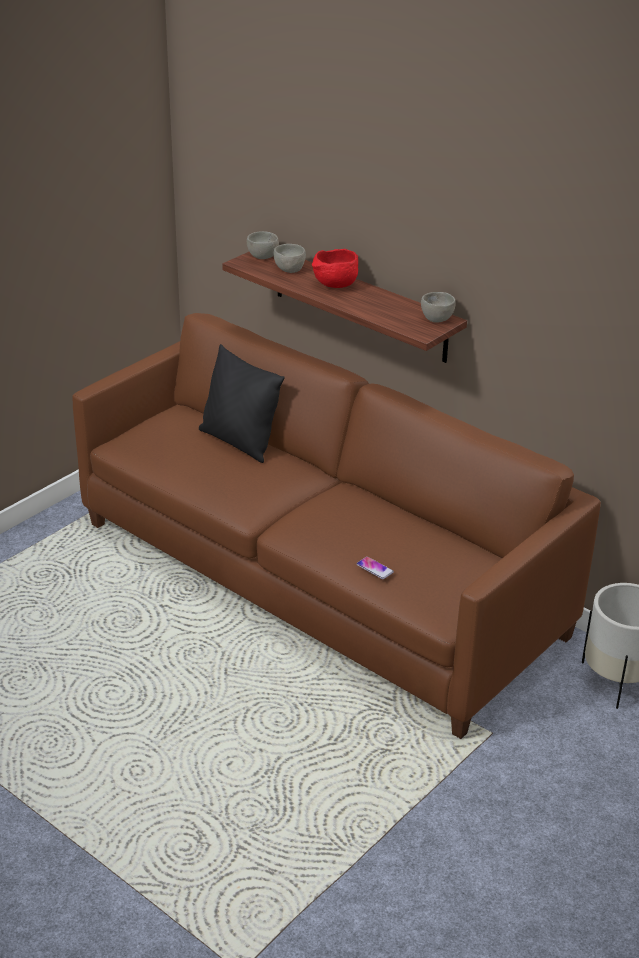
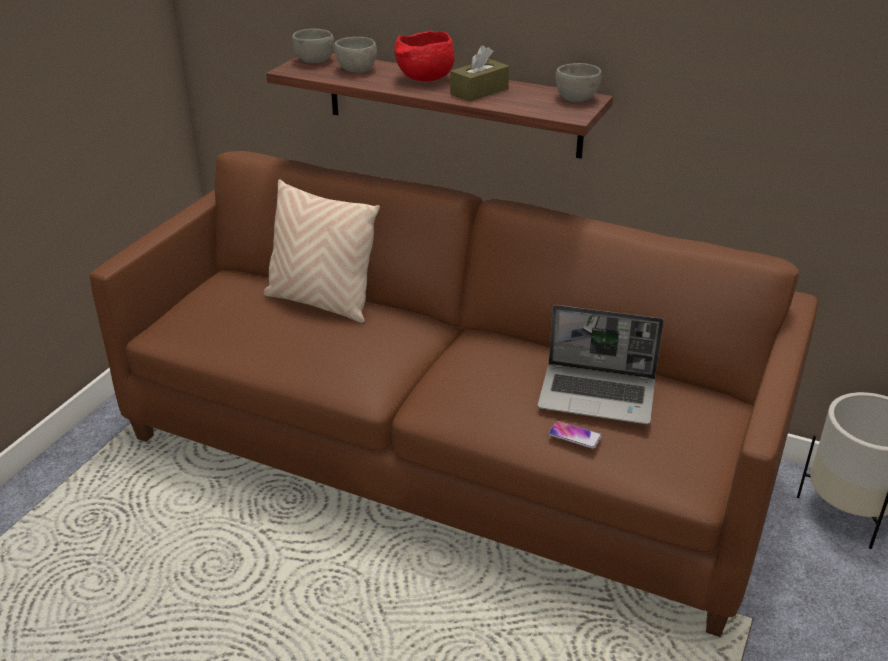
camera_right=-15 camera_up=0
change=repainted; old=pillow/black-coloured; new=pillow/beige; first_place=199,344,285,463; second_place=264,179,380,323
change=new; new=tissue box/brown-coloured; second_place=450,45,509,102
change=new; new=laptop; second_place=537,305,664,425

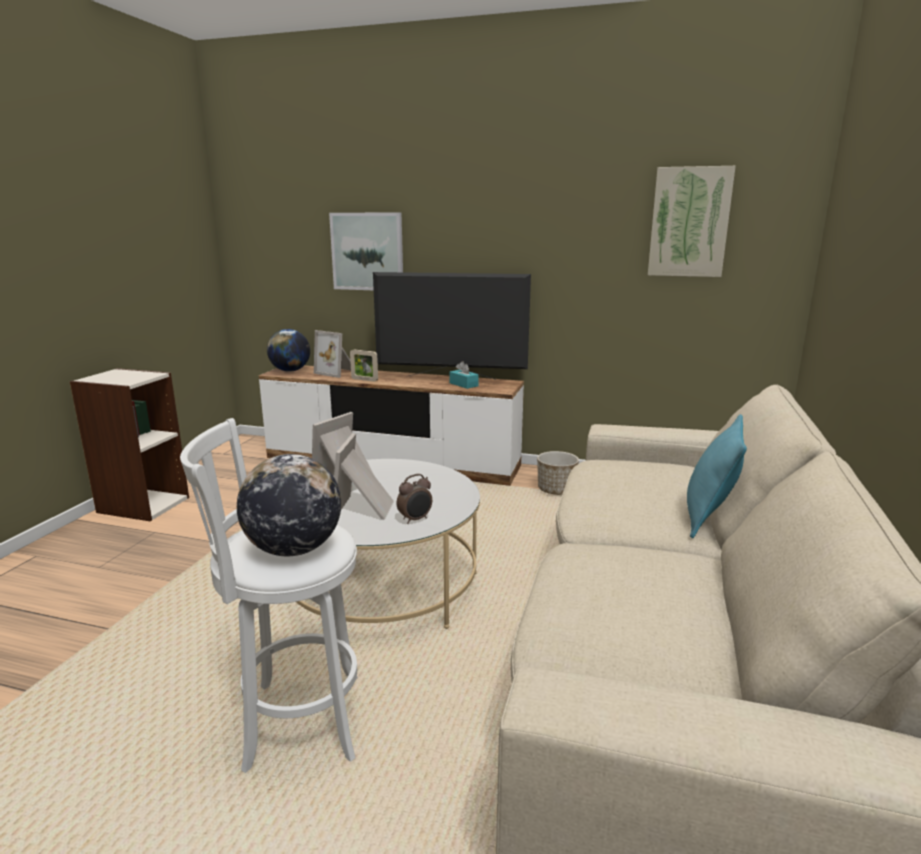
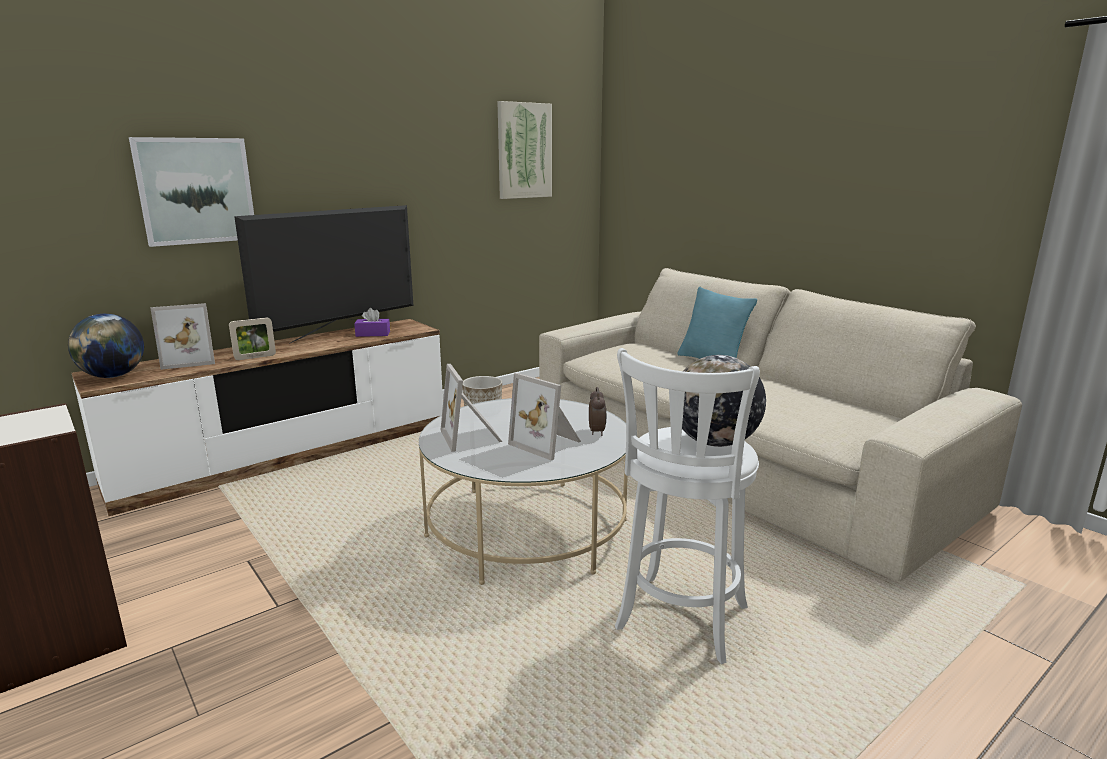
camera_right=-55 camera_up=0
change=repainted; old=tissue box/turquoise-coloured; new=tissue box/purple-coloured; first_place=450,361,479,389; second_place=354,308,390,337

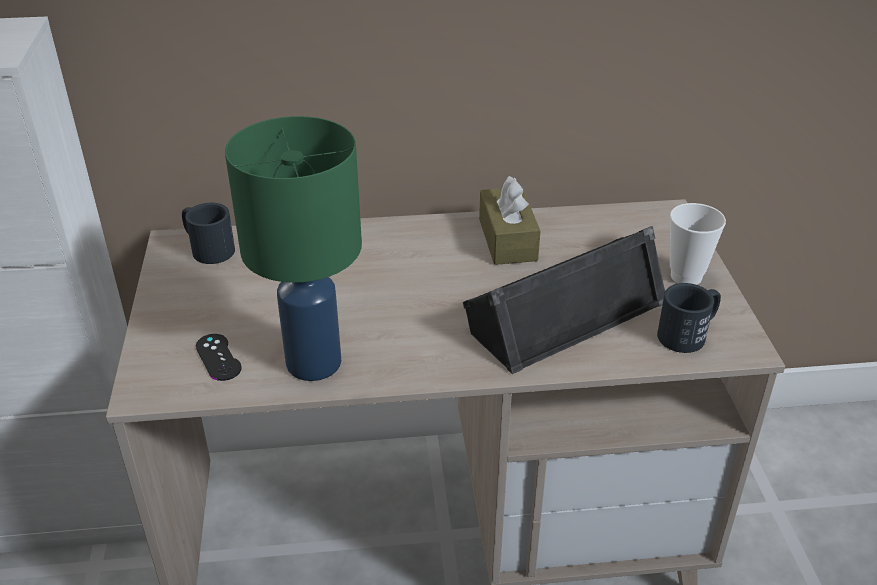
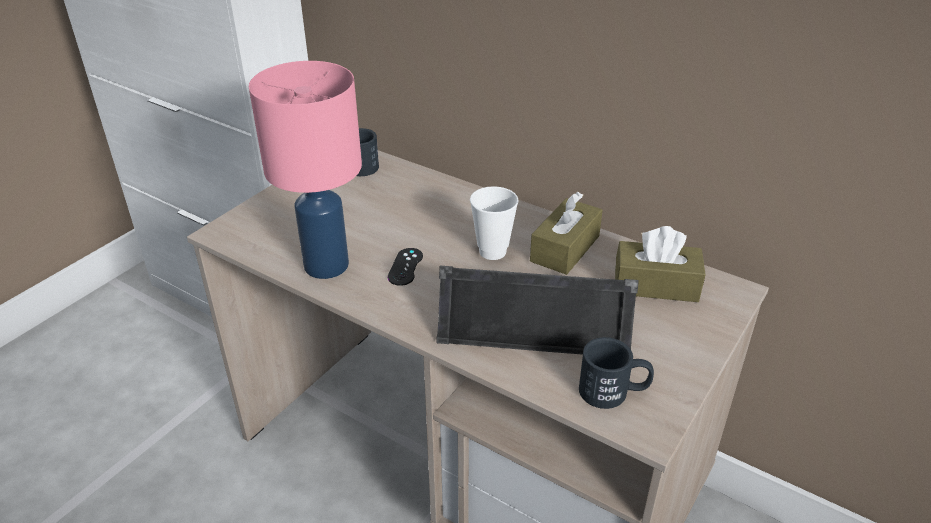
camera_right=40 camera_up=0
change=repainted; old=tabletop lamp/green; new=tabletop lamp/pink; first_place=225,116,362,381; second_place=249,61,362,279
change=shifted; old=gamepad/black-coloured; first_place=196,334,242,381; second_place=388,248,423,286
change=shifted; old=small cup; first_place=670,203,726,285; second_place=470,186,519,260
change=new; new=tissue box/brown-coloured; second_place=615,226,706,302

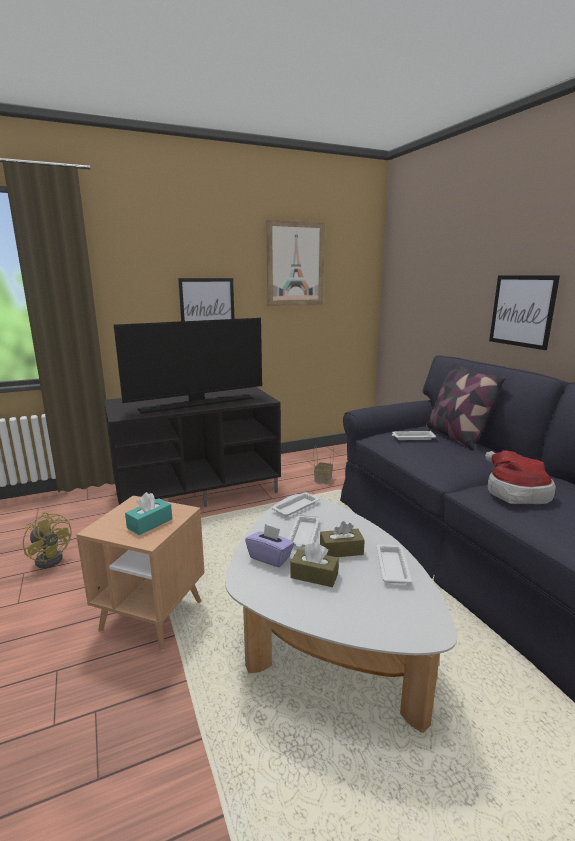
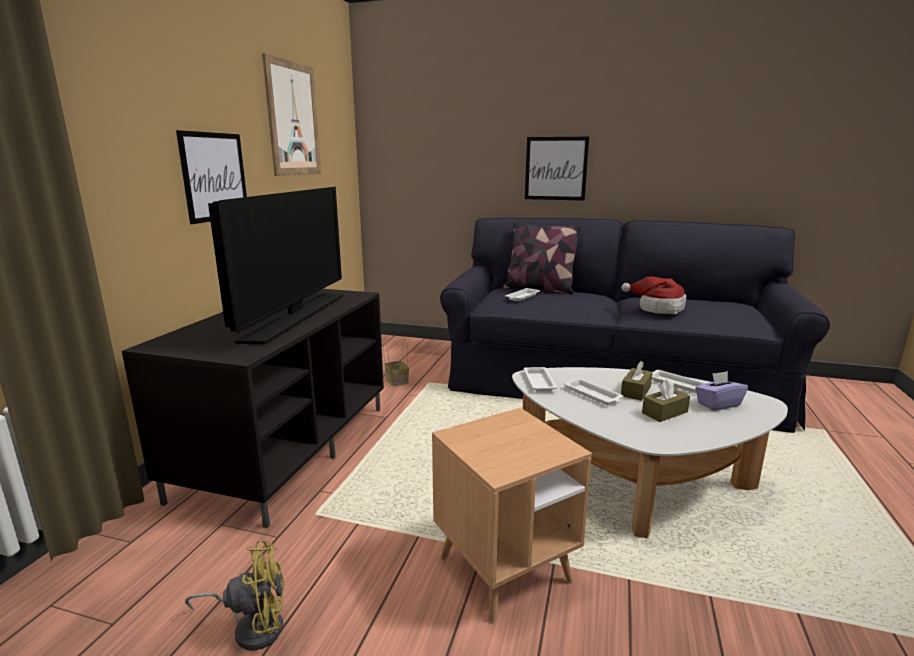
camera_right=-50 camera_up=0
change=shifted; old=tissue box/purple-coloured; first_place=245,524,294,567; second_place=695,371,748,411
change=gone; old=tissue box/turquoise-coloured; first_place=125,492,172,535

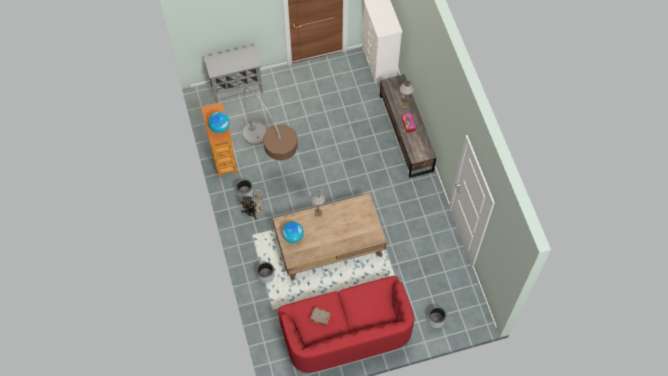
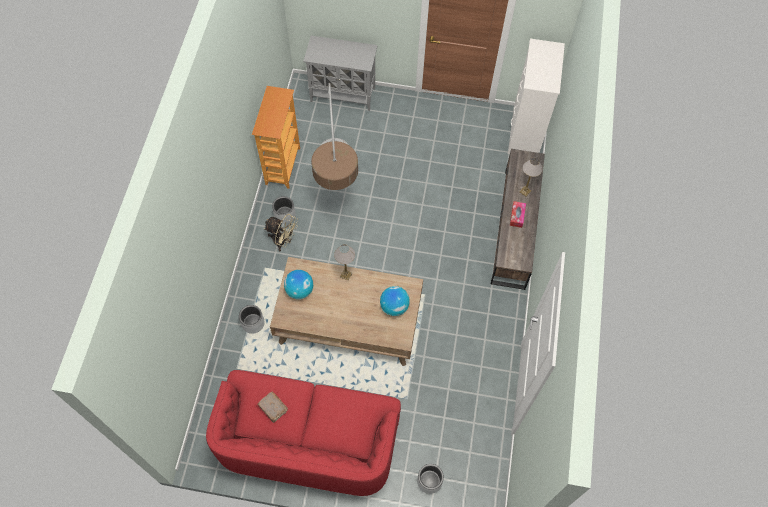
camera_right=25 camera_up=0
change=shifted; old=desk globe; first_place=208,112,230,133; second_place=380,286,410,316

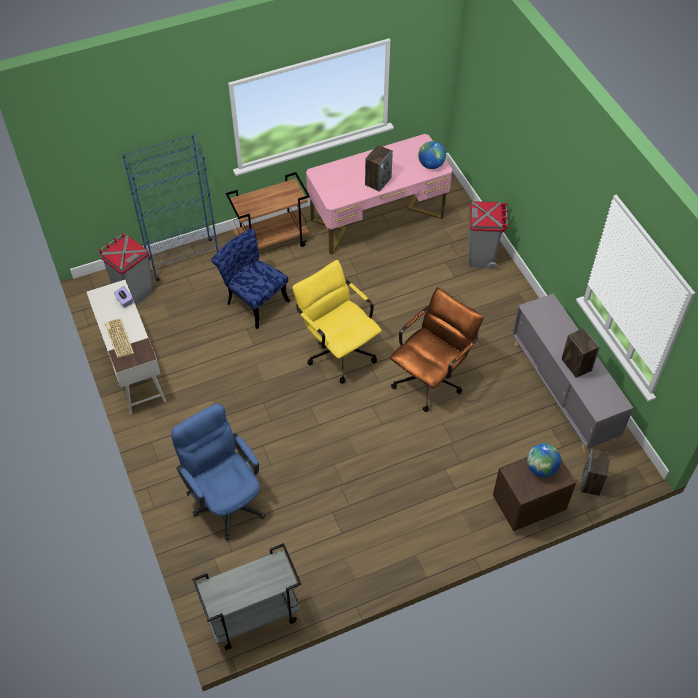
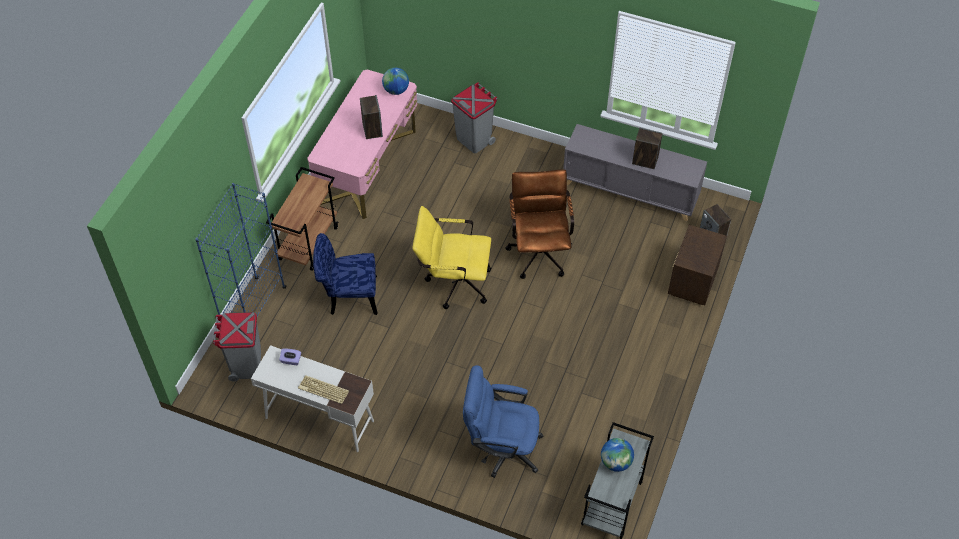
camera_right=-45 camera_up=0
change=shifted; old=desk globe; first_place=527,443,561,477; second_place=601,438,634,472

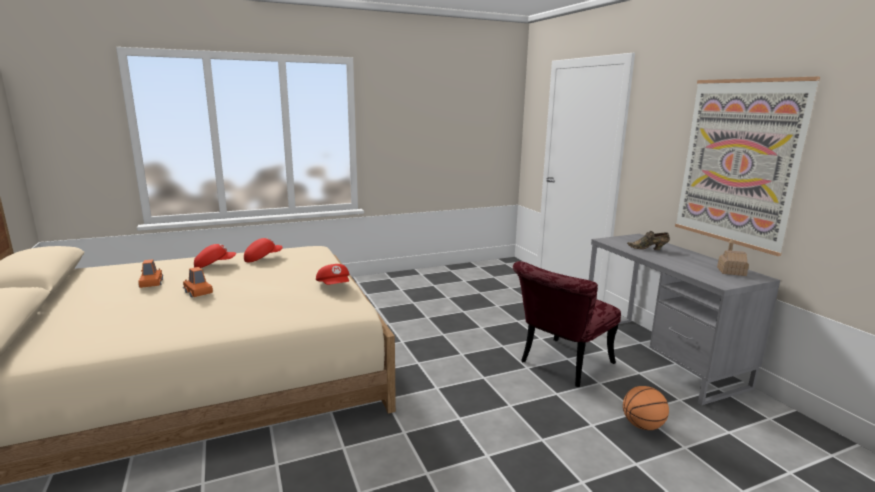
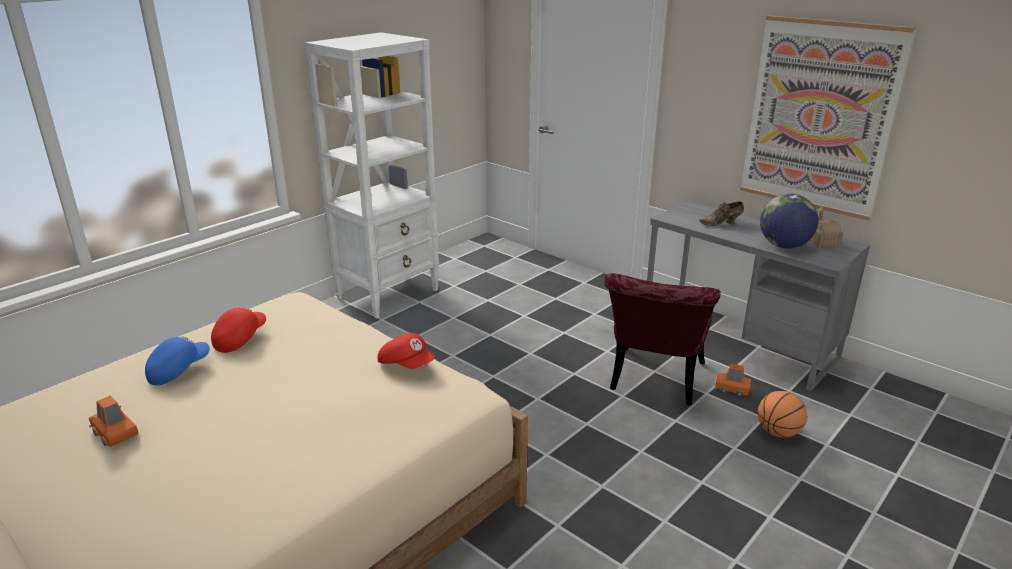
camera_right=-25 camera_up=10
change=repainted; old=cap/red-coloured; new=cap/blue; first_place=194,244,236,268; second_place=145,336,210,385
change=new; new=shelving unit/white; second_place=305,32,439,318
change=shifted; old=miniature car/orange; first_place=183,267,213,297; second_place=714,364,751,396
change=new; new=desk globe; second_place=760,194,818,248

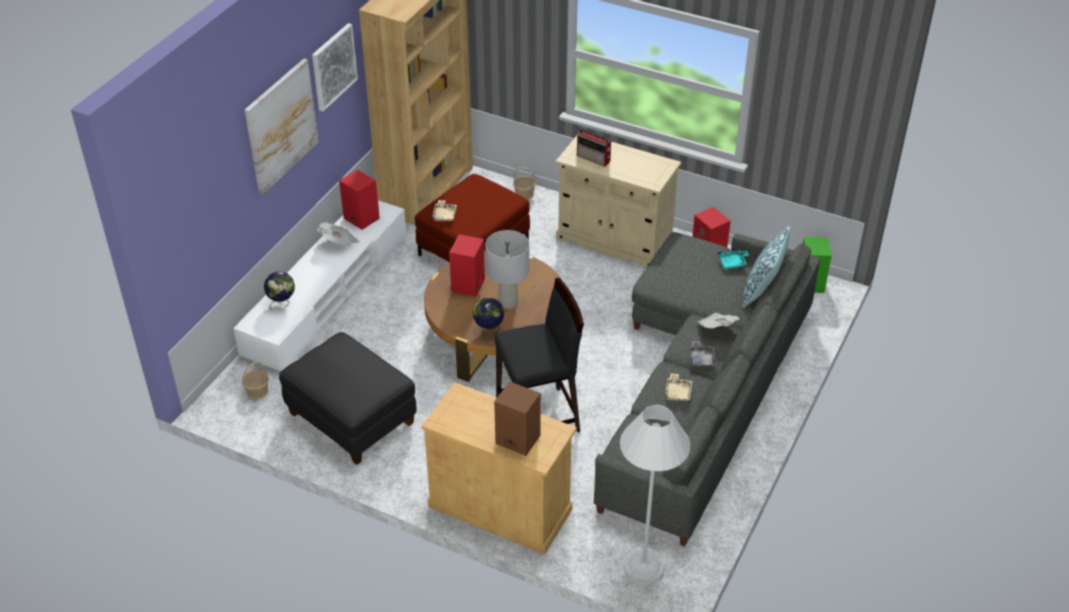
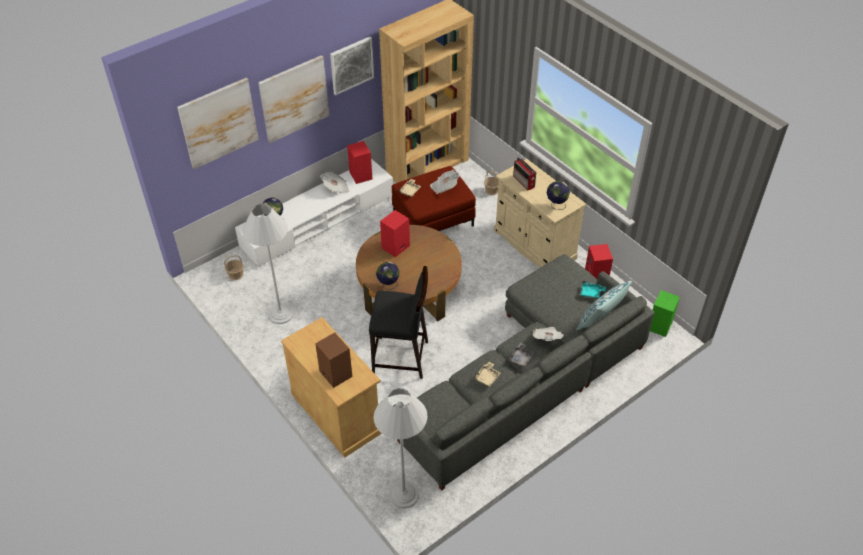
camera_right=25 camera_up=5
change=new; new=wall picture; second_place=177,78,259,169
change=swapped; old=pouffe/black-coloured; new=floor lamp/white; first_place=279,332,417,465; second_place=243,204,294,324
change=new; new=newspaper; second_place=430,170,460,194
change=new; new=desk globe; second_place=547,181,570,210
change=gone; old=tabletop lamp/greyish; first_place=485,230,529,309

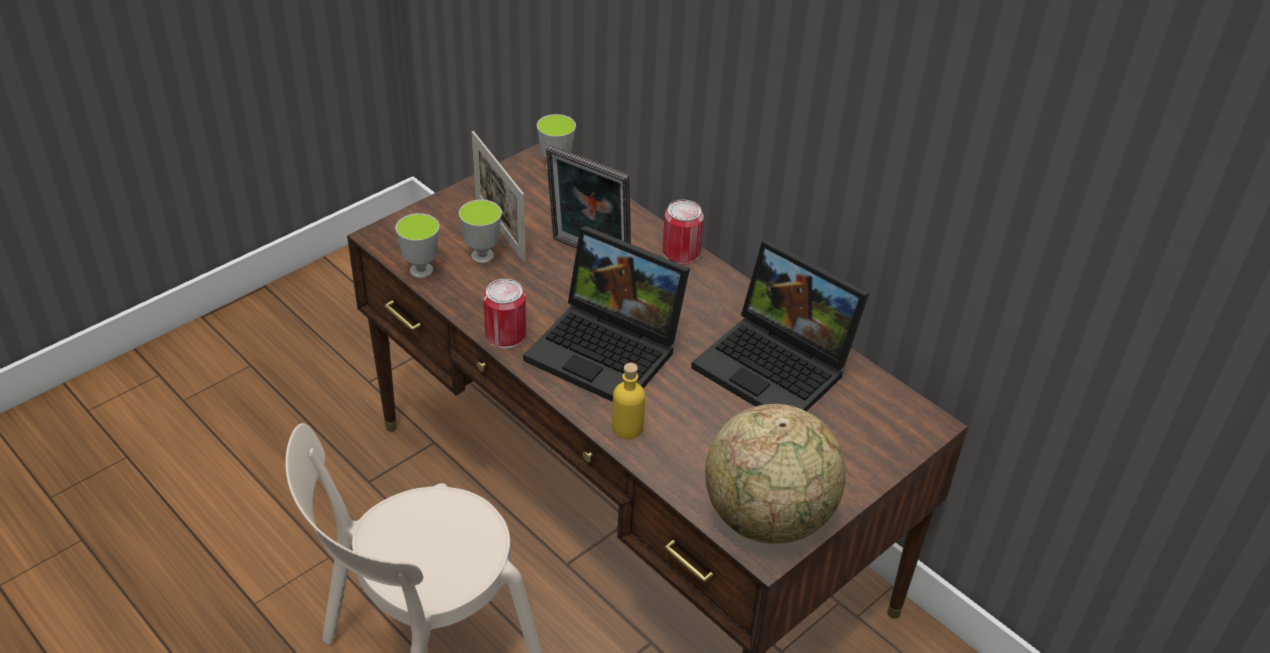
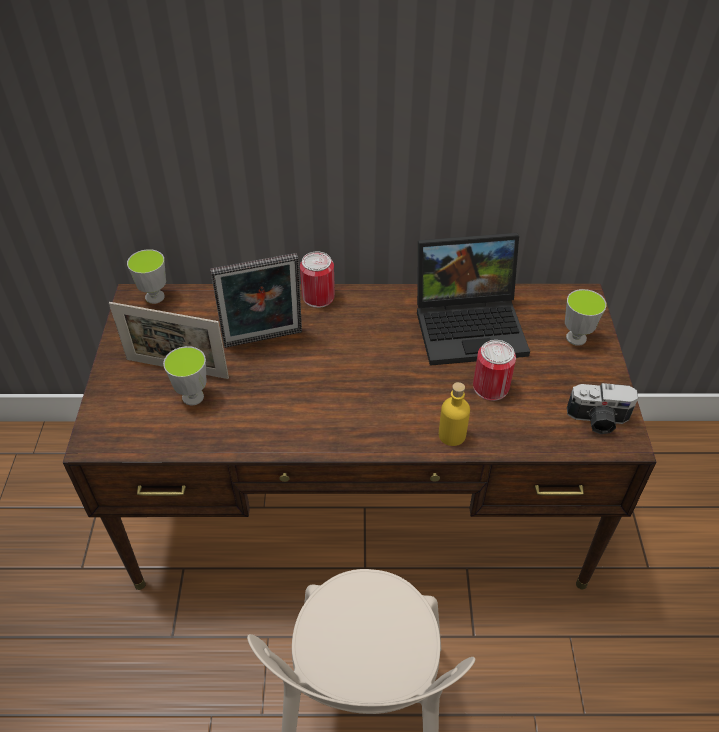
camera_right=-45 camera_up=5
change=shifted; old=metal can; first_place=483,279,527,349; second_place=473,340,516,401
change=shifted; old=small cup; first_place=395,213,439,278; second_place=565,289,607,346
change=swapped; old=desk globe; new=photo camera; first_place=705,404,846,544; second_place=567,383,638,434
change=gone; old=laptop; first_place=523,226,690,402

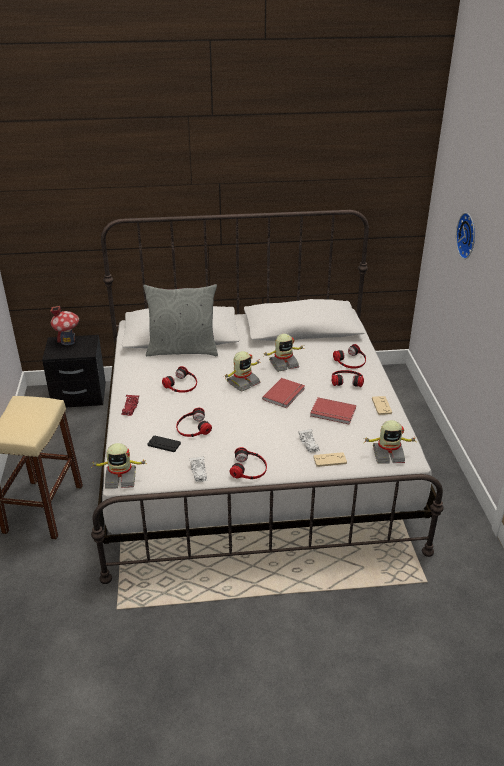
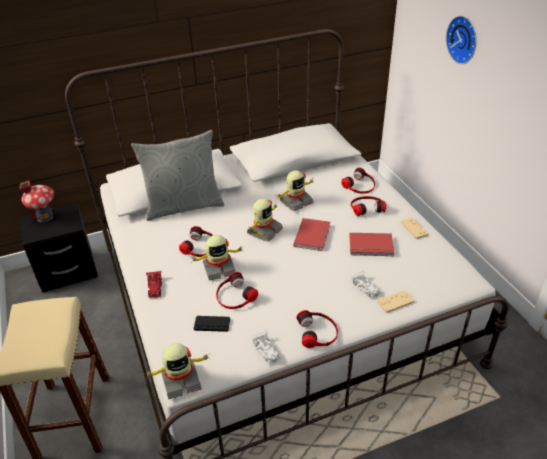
camera_right=-15 camera_up=5
change=shifted; old=robot figure; first_place=363,420,417,464; second_place=190,235,244,281

